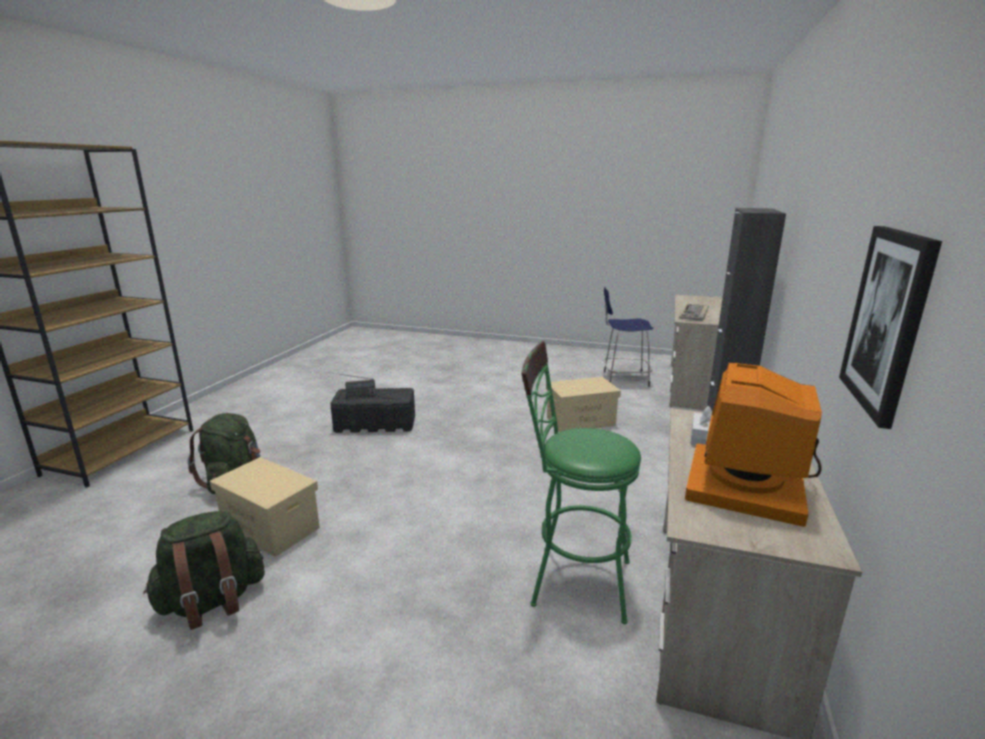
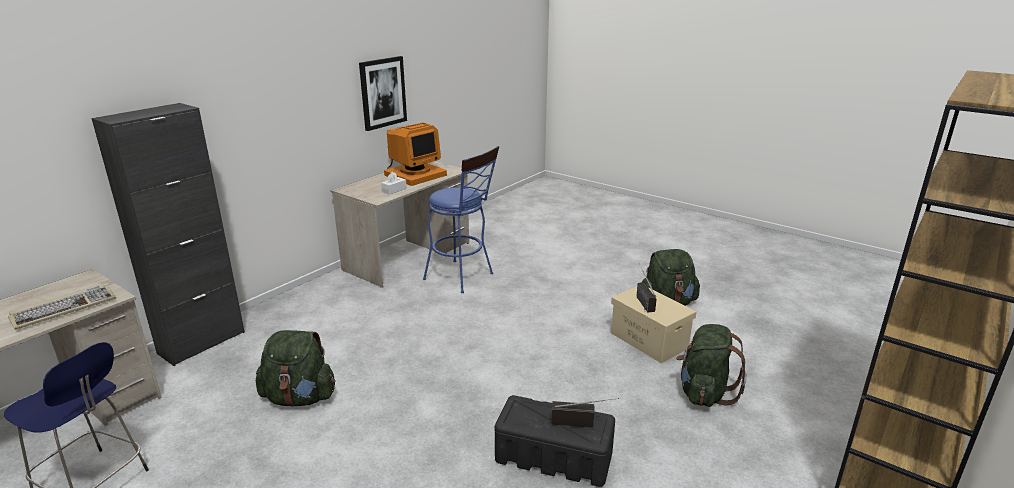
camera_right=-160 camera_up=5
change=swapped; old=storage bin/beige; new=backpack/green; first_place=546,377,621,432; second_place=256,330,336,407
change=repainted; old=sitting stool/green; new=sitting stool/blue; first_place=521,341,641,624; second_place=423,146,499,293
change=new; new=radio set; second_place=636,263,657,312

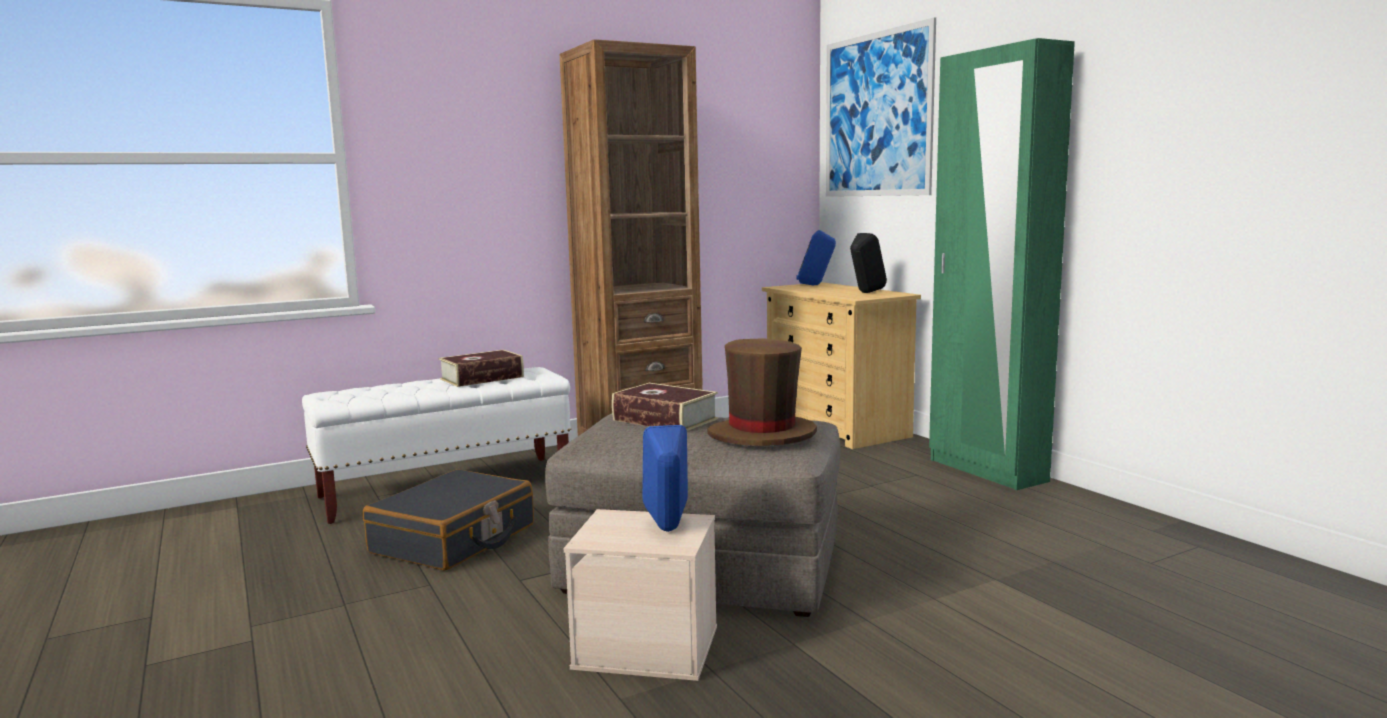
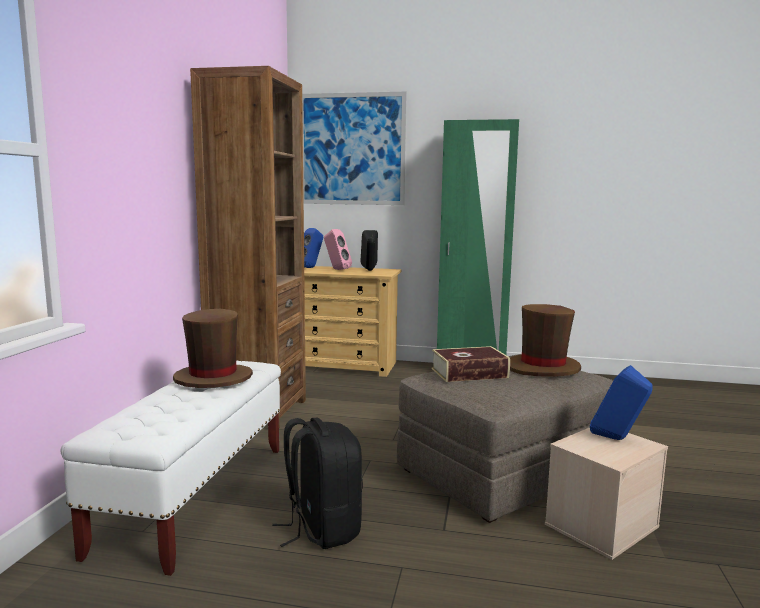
camera_right=-50 camera_up=0
change=swapped; old=volume; new=hat/brown-coloured; first_place=439,350,524,387; second_place=173,309,253,388
change=swapped; old=travel case/black-coloured; new=backpack/black-coloured; first_place=363,469,534,571; second_place=272,418,363,549
change=new; new=speaker/pink; second_place=324,229,352,270

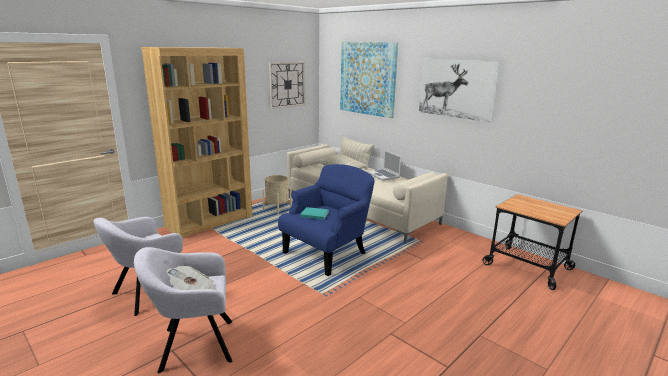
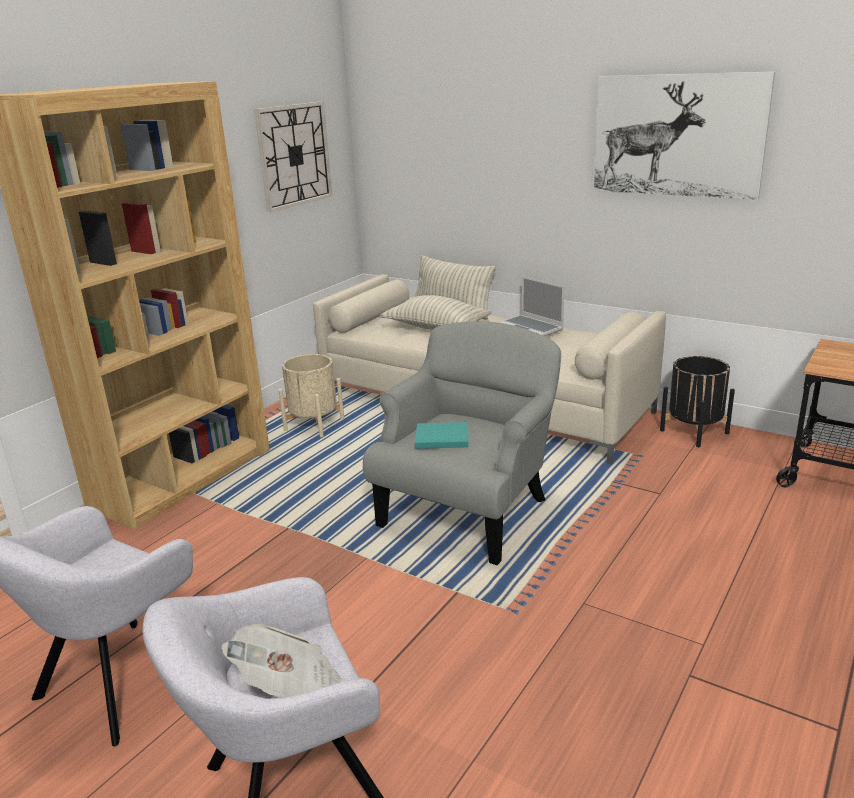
camera_right=-10 camera_up=5
change=repainted; old=armchair/blue; new=armchair/greyish; first_place=278,164,374,276; second_place=363,321,561,565
change=new; new=flower pot/black-coloured; second_place=660,356,735,447
change=gone; old=wall picture; first_place=340,42,398,118

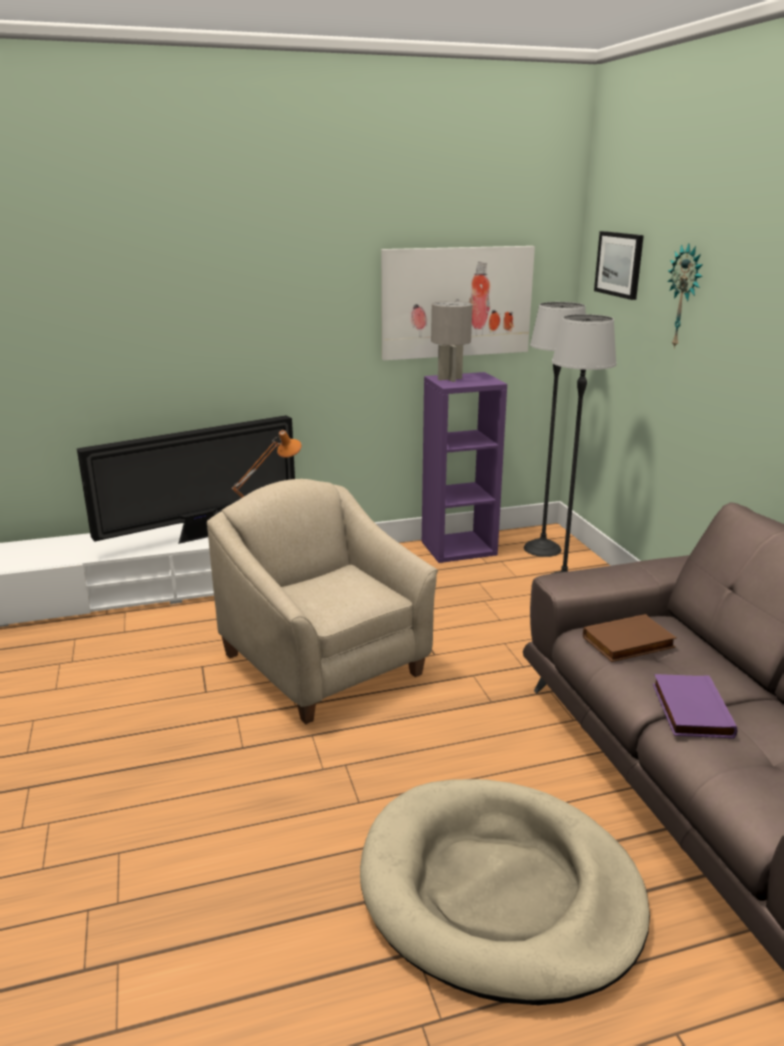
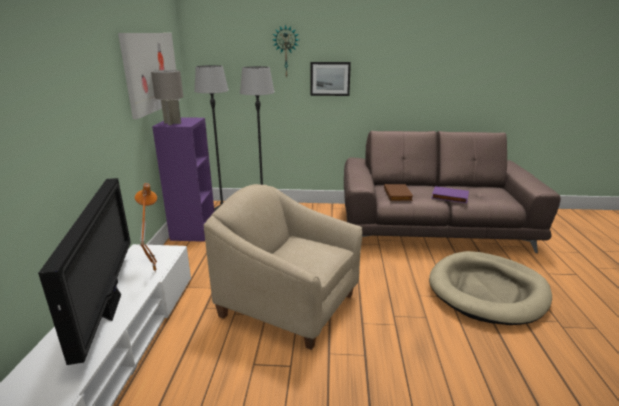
camera_right=-70 camera_up=0
change=rotated; old=armchair/beige; first_place=207,479,438,724; second_place=204,184,362,350; degrees=45
change=shifted; old=wall picture; first_place=594,231,644,300; second_place=311,62,351,96

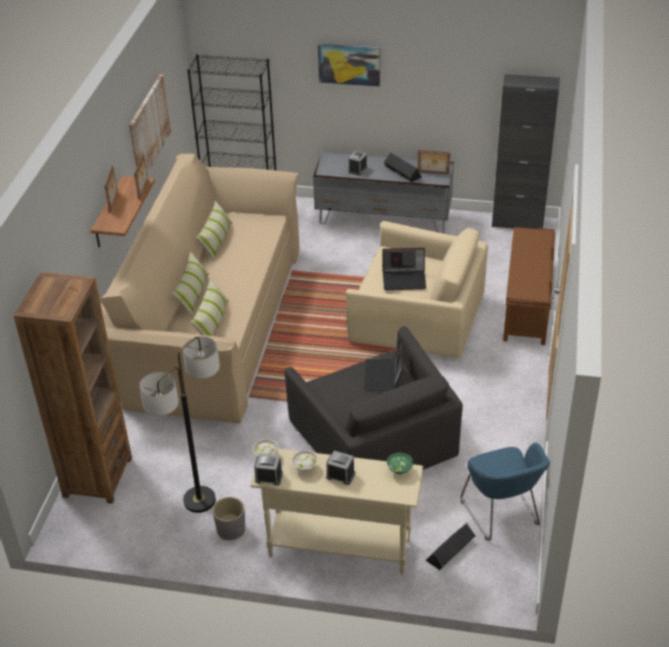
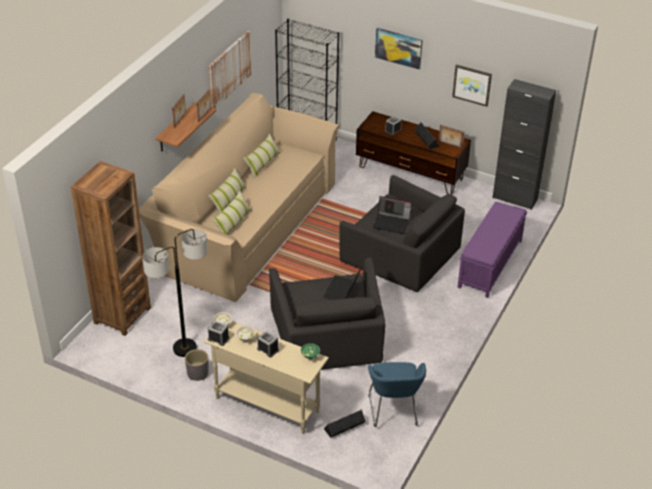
camera_right=15 camera_up=0
change=repainted; old=armchair/beige; new=armchair/black-coloured; first_place=346,221,488,358; second_place=339,175,465,292
change=repainted; old=media console/greyish; new=media console/brown-coloured; first_place=313,152,454,234; second_place=356,111,471,194
change=new; new=wall picture; second_place=452,64,492,107
change=repainted; old=indoor bench/brown-coloured; new=indoor bench/purple-coloured; first_place=503,228,555,345; second_place=457,202,527,298

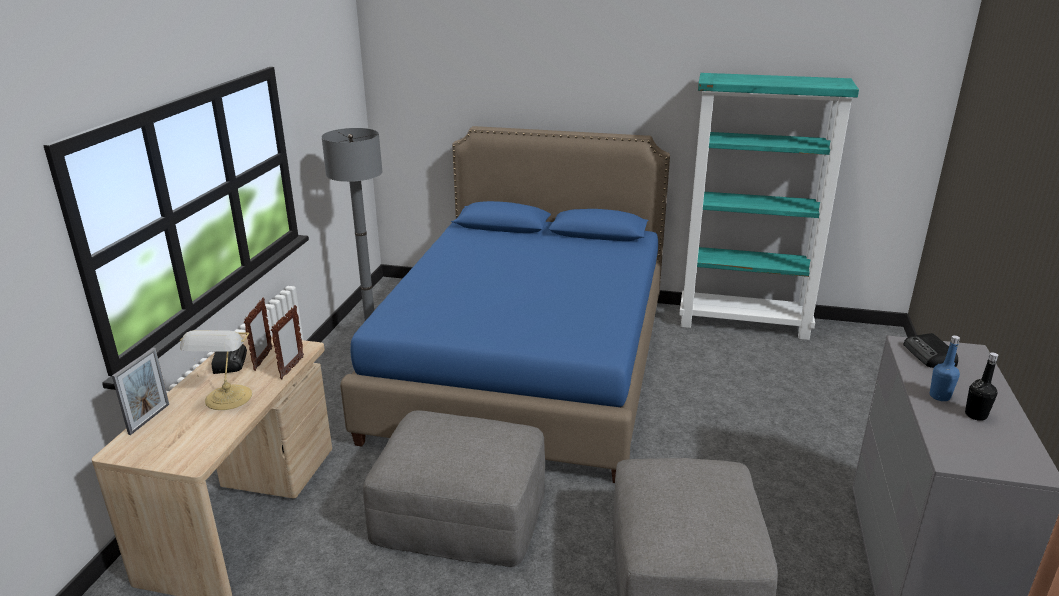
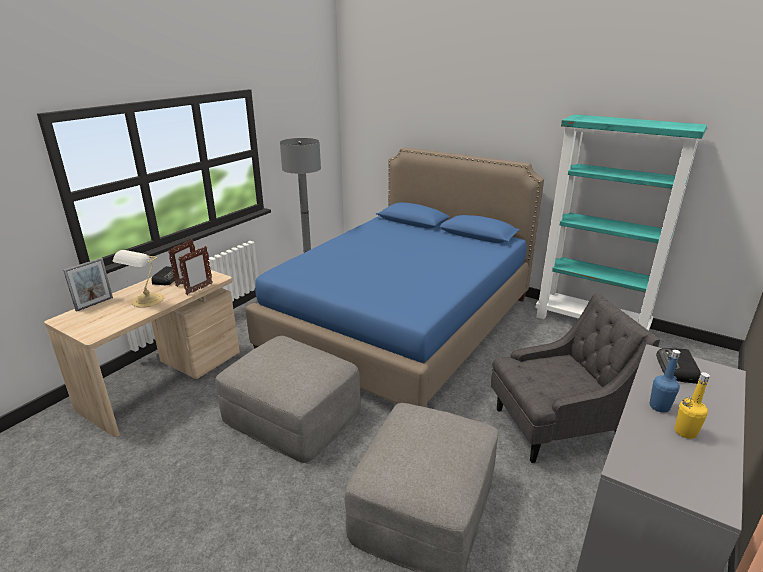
camera_right=20 camera_up=0
change=new; new=armchair/greyish; second_place=491,293,660,463
change=repainted; old=bottle/black-coloured; new=bottle/yellow; first_place=965,352,998,421; second_place=675,372,710,439

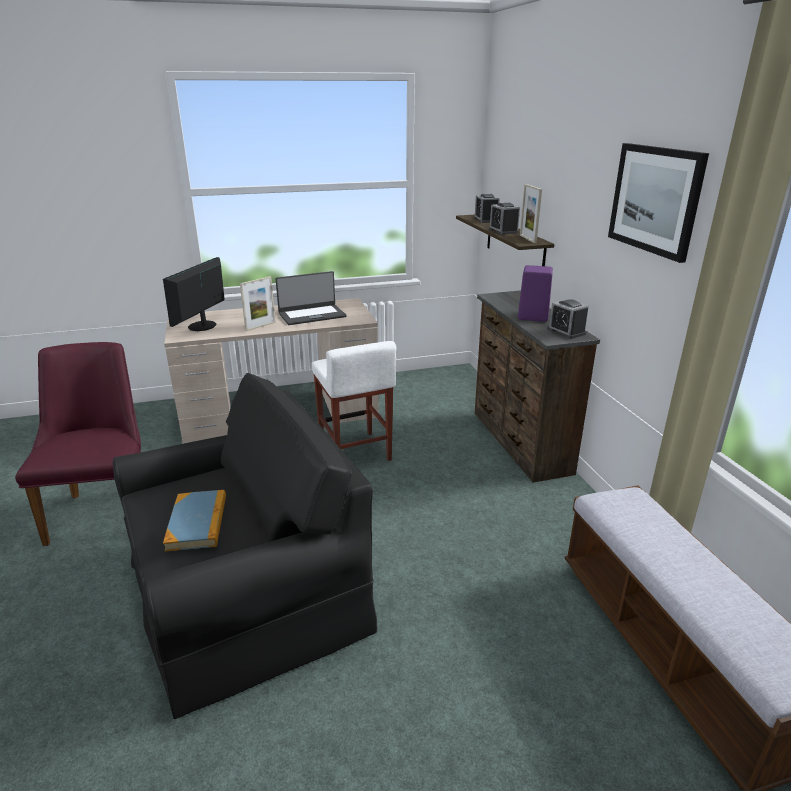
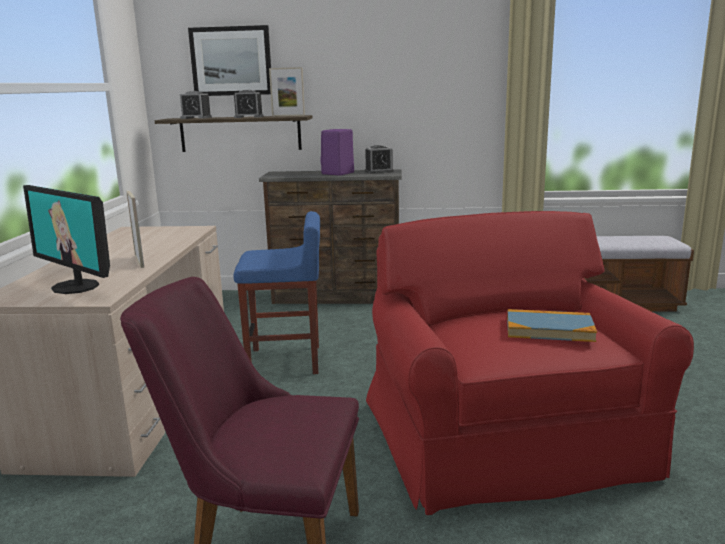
camera_right=-70 camera_up=-10
change=shifted; old=wall picture; first_place=608,143,709,263; second_place=188,25,271,96
change=repainted; old=sitting stool/white; new=sitting stool/blue; first_place=312,341,396,461; second_place=233,211,320,374
change=repainted; old=armchair/black-coloured; new=armchair/red-coloured; first_place=113,373,377,719; second_place=366,211,694,515
change=gone; old=laptop; first_place=275,271,347,325

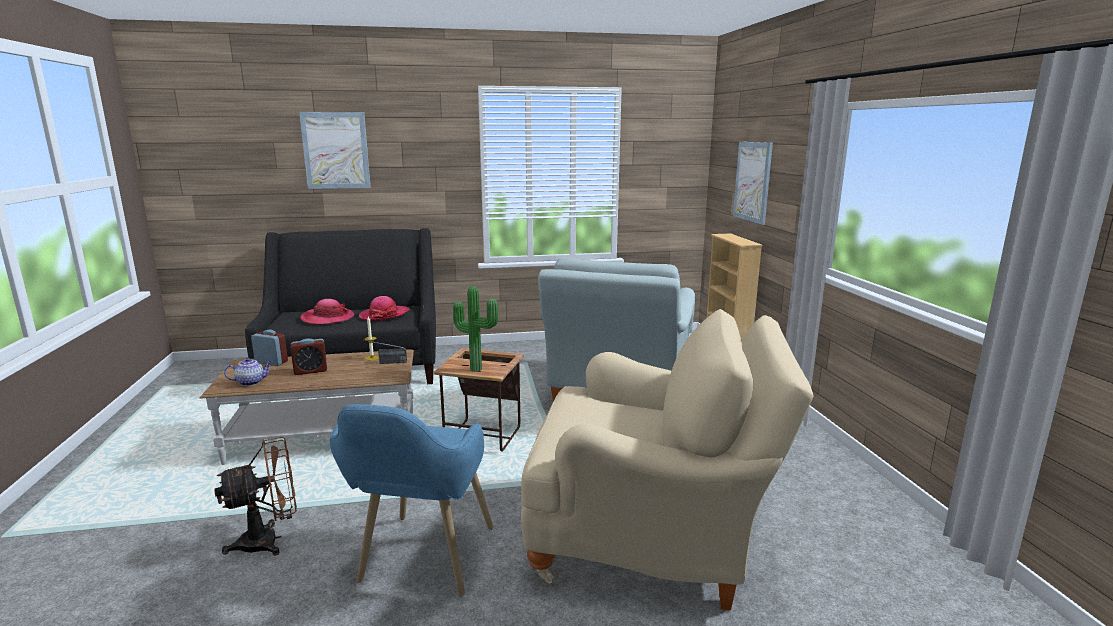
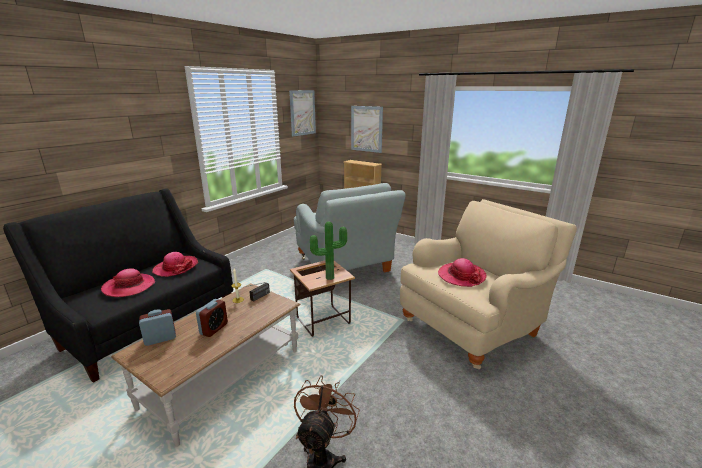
camera_right=-45 camera_up=5
change=shifted; old=wall picture; first_place=299,112,371,189; second_place=289,90,316,137
change=new; new=hat; second_place=438,258,487,287
change=gone; old=pot for tea; first_place=224,358,272,386
change=gone; old=armchair/blue; first_place=330,404,493,596

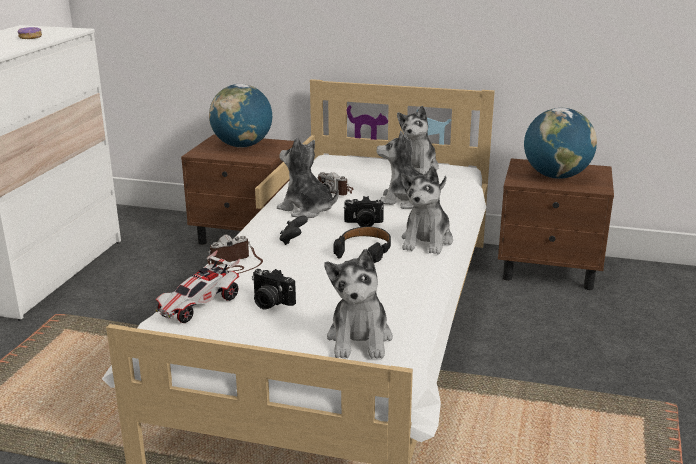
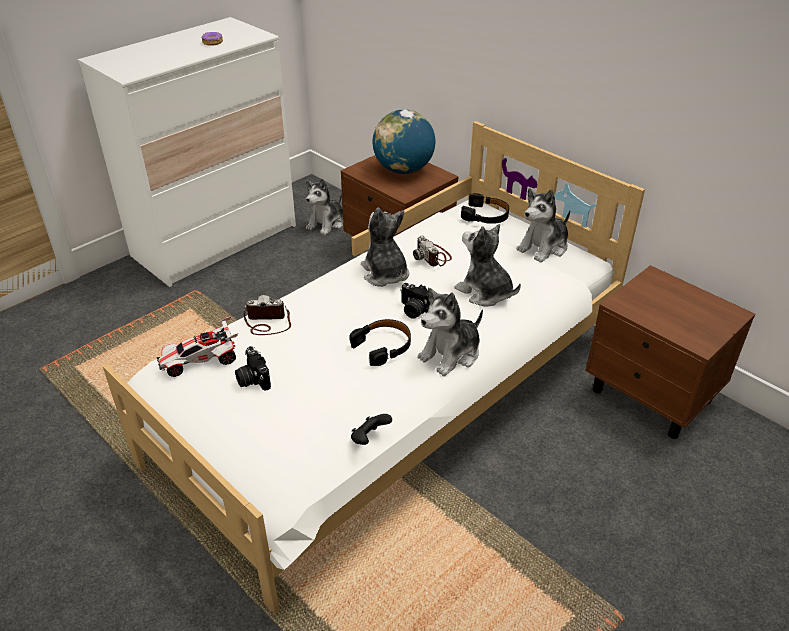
camera_right=30 camera_up=15
change=shifted; old=soft toy; first_place=324,249,393,359; second_place=306,179,343,235
change=shifted; old=gamepad/black-coloured; first_place=280,216,308,245; second_place=351,414,392,445
change=new; new=pair of headphones/black-coloured; second_place=461,193,509,224
change=gone; old=desk globe; first_place=524,108,597,179

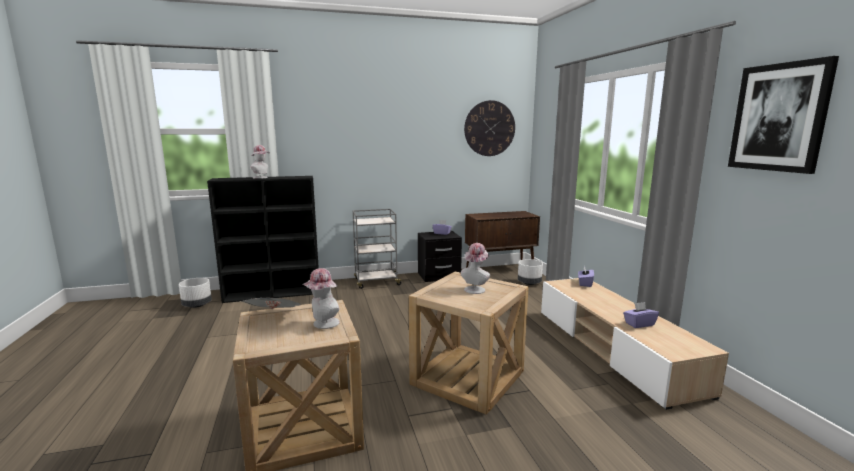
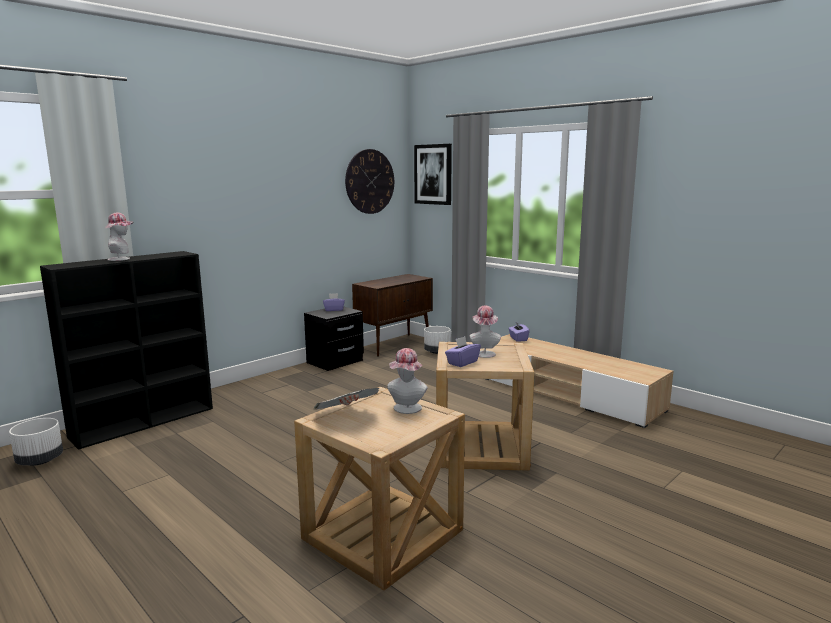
camera_right=-30 camera_up=0
change=shifted; old=wall picture; first_place=728,56,839,174; second_place=414,144,452,205
change=shifted; old=tissue box/purple-coloured; first_place=623,302,659,328; second_place=445,336,481,367
change=gone; old=wheeled cart/greyish; first_place=353,209,403,289

